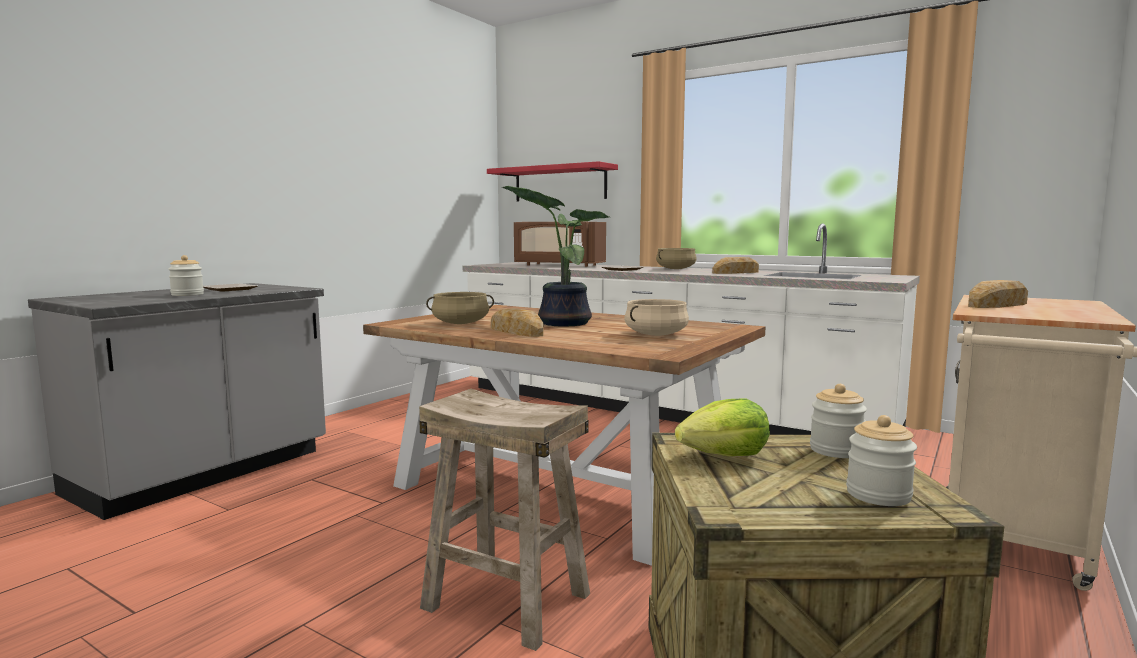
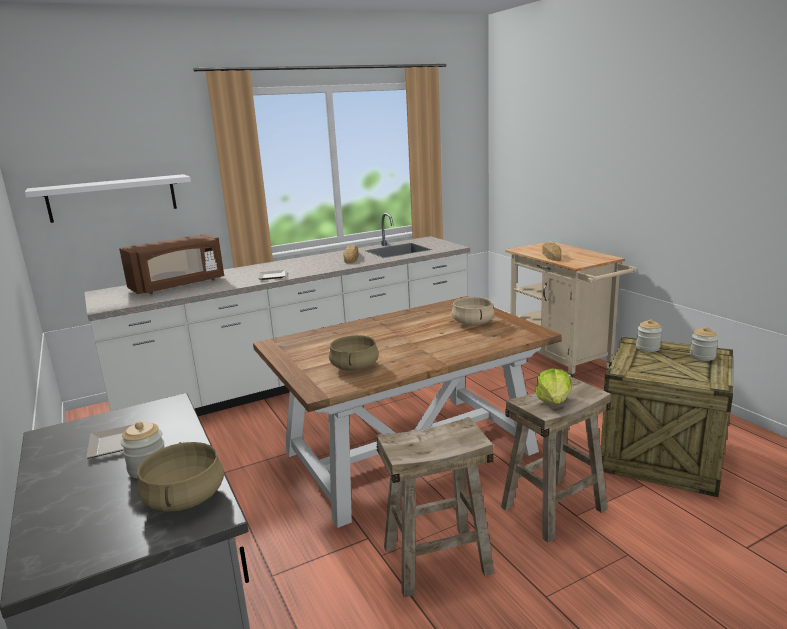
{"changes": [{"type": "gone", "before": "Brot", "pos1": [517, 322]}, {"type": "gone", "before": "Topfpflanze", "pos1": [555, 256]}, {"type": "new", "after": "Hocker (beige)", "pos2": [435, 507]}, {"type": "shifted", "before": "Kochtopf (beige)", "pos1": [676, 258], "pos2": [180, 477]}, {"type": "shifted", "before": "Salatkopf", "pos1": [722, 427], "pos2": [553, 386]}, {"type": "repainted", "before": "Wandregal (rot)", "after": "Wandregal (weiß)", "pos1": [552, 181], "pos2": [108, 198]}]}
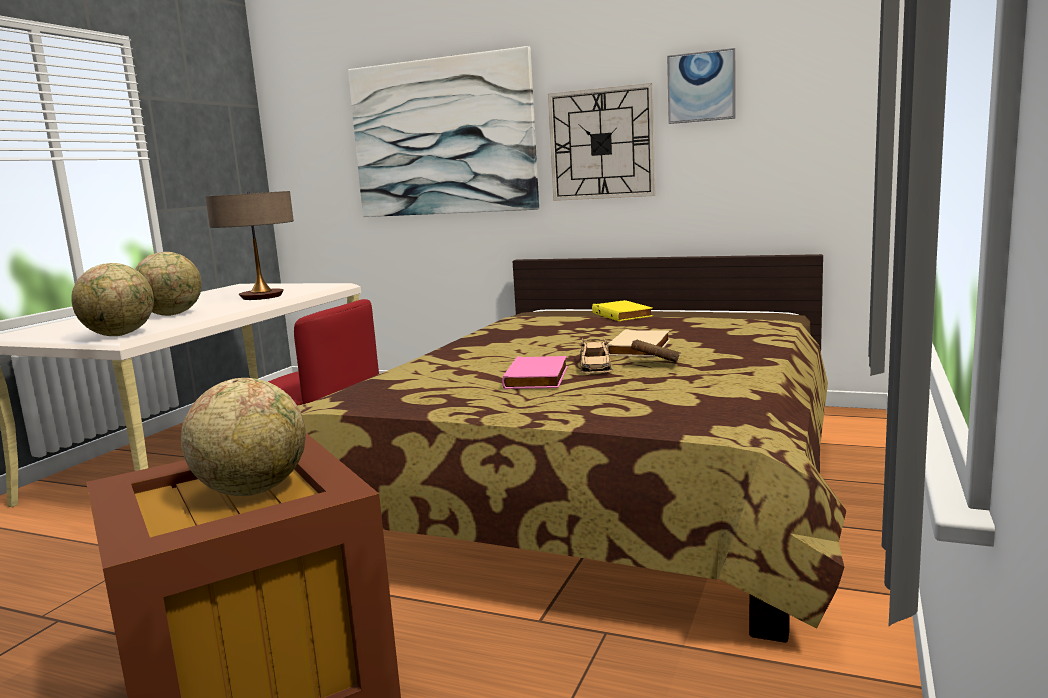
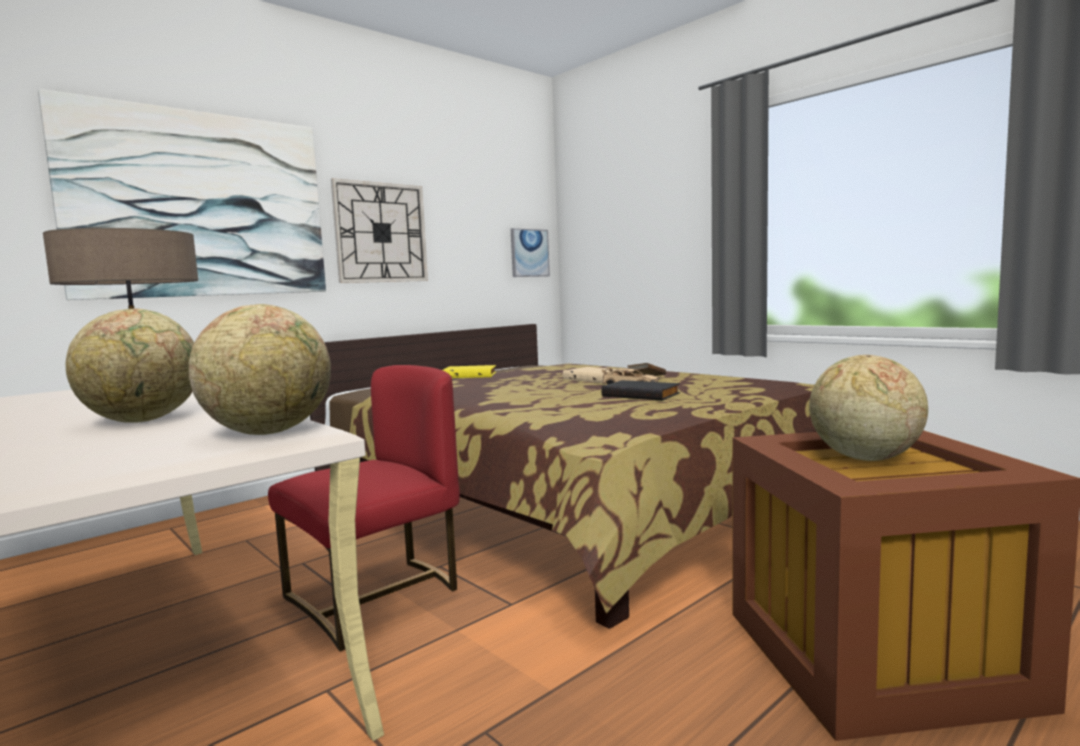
{"changes": [{"type": "shifted", "before": "Bild", "pos1": [701, 86], "pos2": [530, 252]}, {"type": "repainted", "before": "Buch (rosa)", "after": "Buch (schwarz)", "pos1": [535, 372], "pos2": [641, 390]}]}
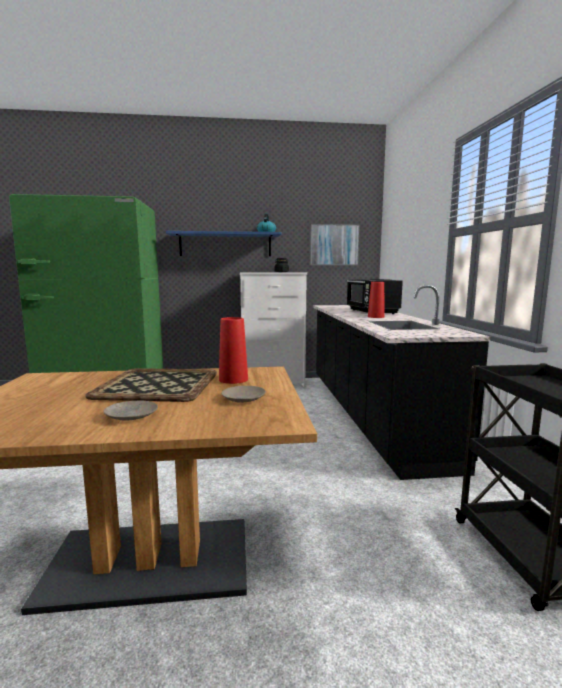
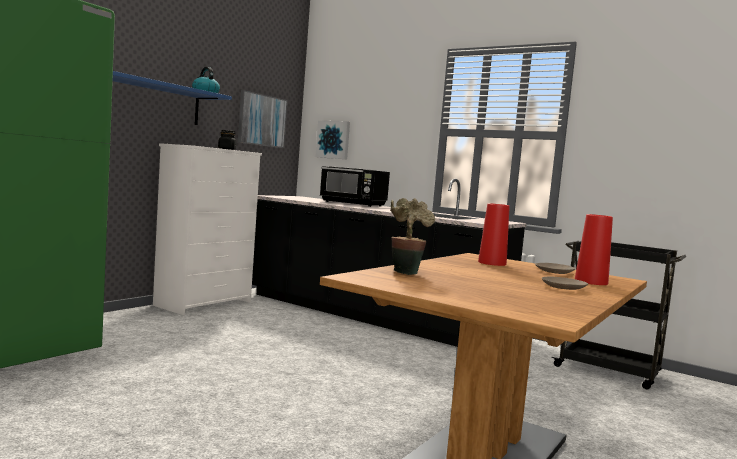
{"changes": [{"type": "gone", "before": "Tablett", "pos1": [151, 385]}, {"type": "new", "after": "Bild", "pos2": [332, 140]}, {"type": "new", "after": "Topfpflanze", "pos2": [412, 236]}, {"type": "shifted", "before": "Vase (rot)", "pos1": [376, 300], "pos2": [594, 249]}]}
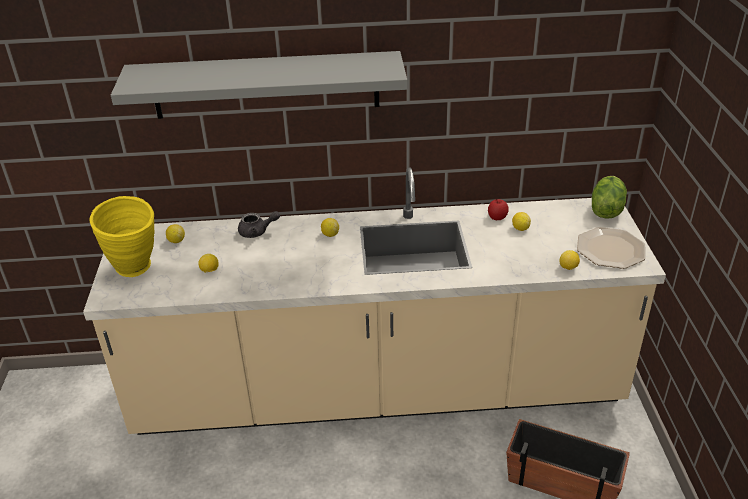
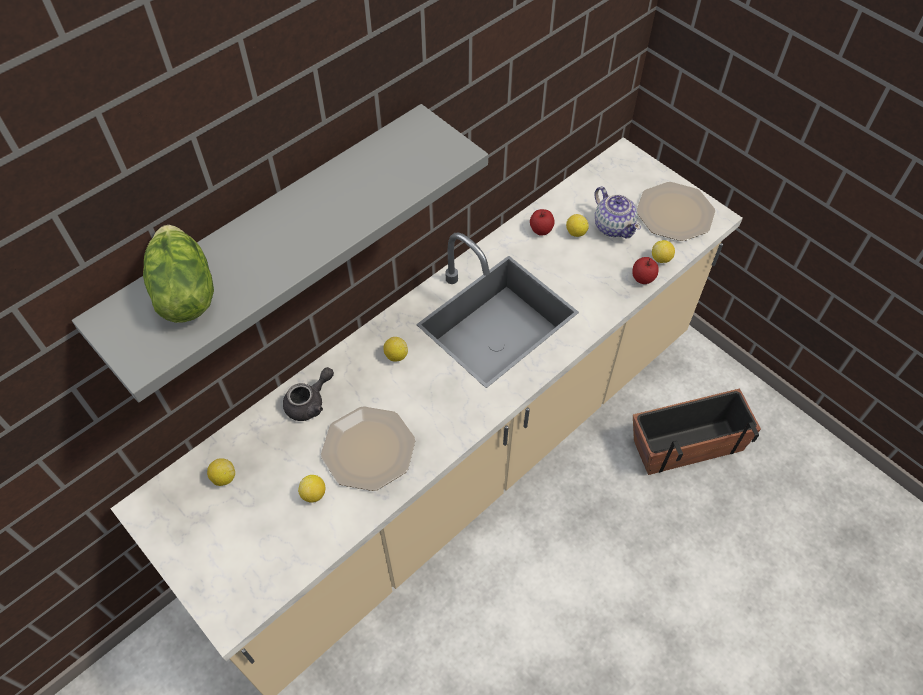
{"changes": [{"type": "gone", "before": "Vase (gelb)", "pos1": [122, 236]}, {"type": "new", "after": "Teller", "pos2": [368, 448]}, {"type": "new", "after": "Teekanne", "pos2": [617, 212]}, {"type": "new", "after": "Apfel", "pos2": [645, 270]}, {"type": "shifted", "before": "Salatkopf", "pos1": [609, 197], "pos2": [178, 274]}]}
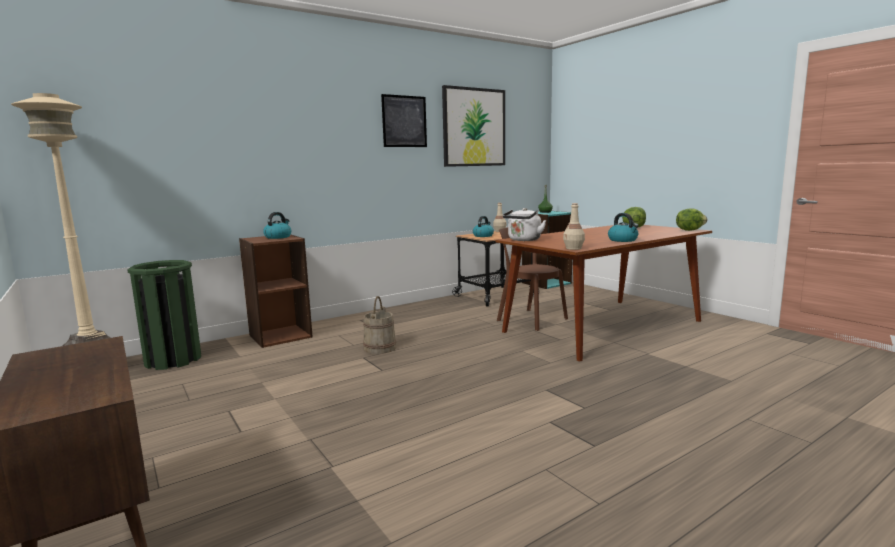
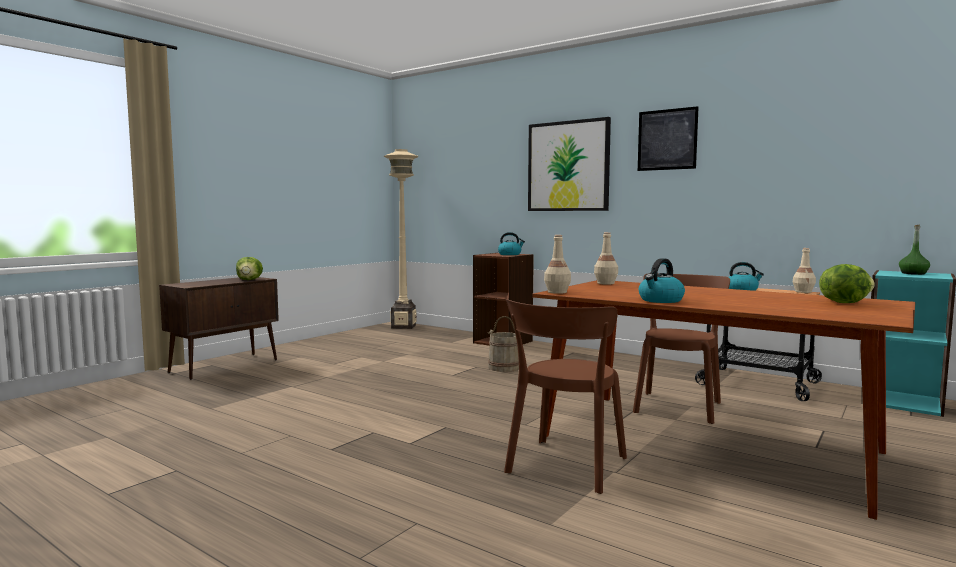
{"changes": [{"type": "gone", "before": "Mülleimer (grün)", "pos1": [164, 315]}, {"type": "new", "after": "Stuhl (braun)", "pos2": [565, 396]}, {"type": "shifted", "before": "Bild", "pos1": [473, 126], "pos2": [569, 164]}, {"type": "shifted", "before": "Salatkopf", "pos1": [691, 219], "pos2": [249, 268]}, {"type": "swapped", "before": "Wasserkessel (weiß)", "after": "Flasche (beige)", "pos1": [524, 224], "pos2": [606, 258]}]}
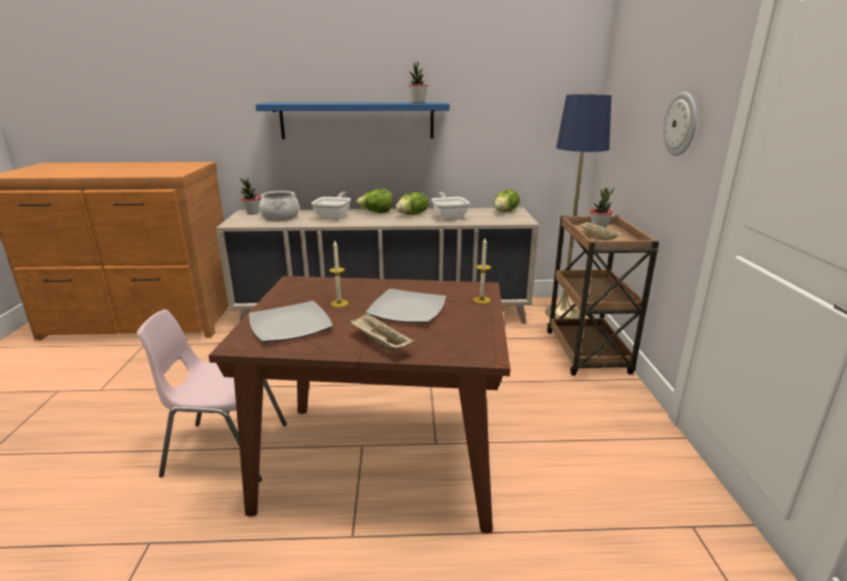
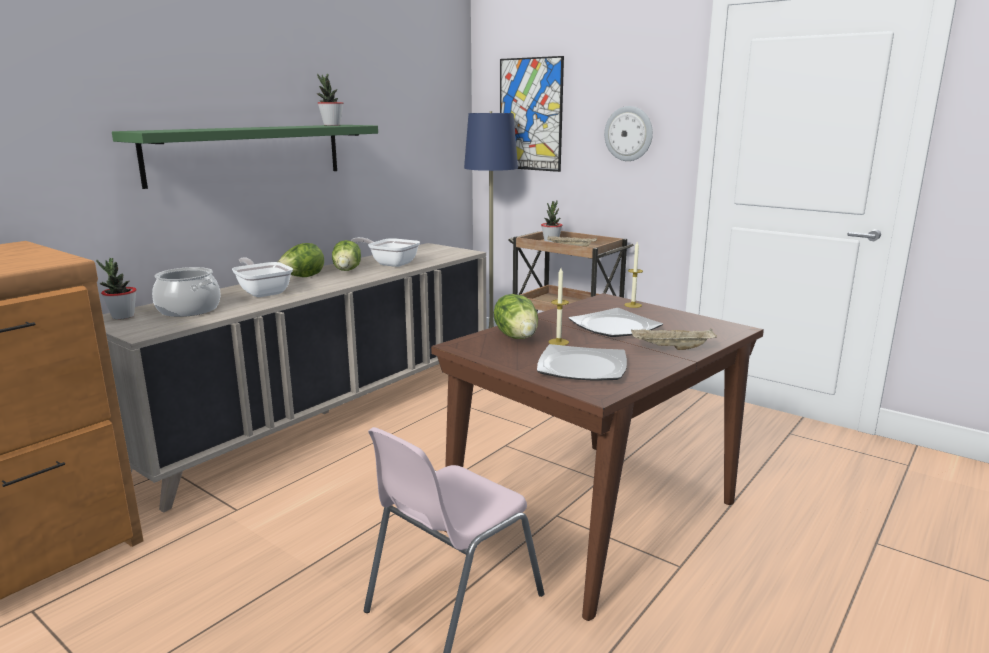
{"changes": [{"type": "new", "after": "Bild", "pos2": [532, 114]}, {"type": "shifted", "before": "Salatkopf", "pos1": [507, 201], "pos2": [516, 316]}, {"type": "repainted", "before": "Wandregal (blau)", "after": "Wandregal (grün)", "pos1": [353, 120], "pos2": [245, 157]}]}
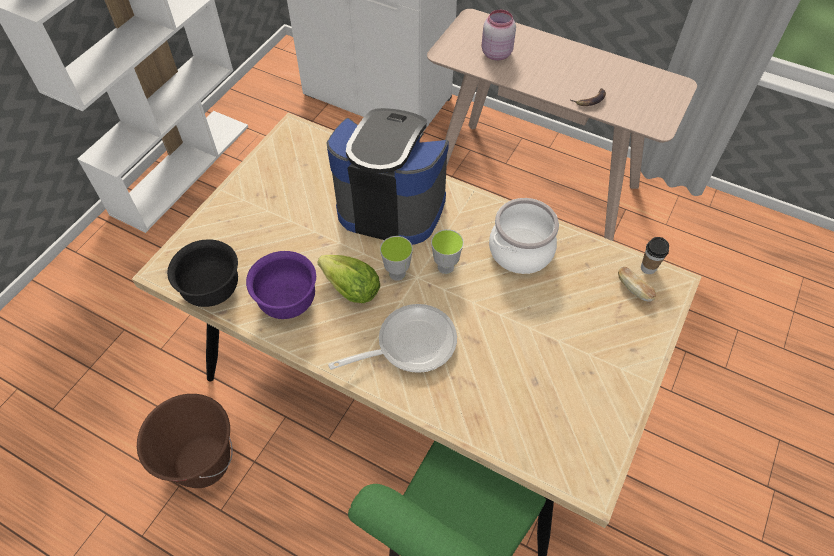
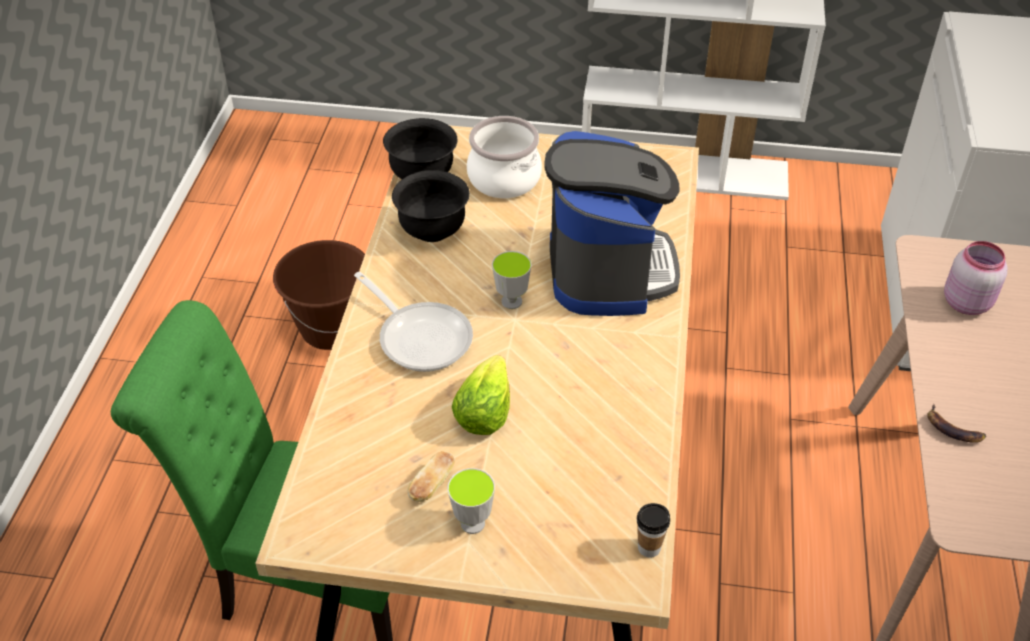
{"changes": [{"type": "shifted", "before": "Salatkopf", "pos1": [348, 279], "pos2": [481, 395]}, {"type": "shifted", "before": "Tasse", "pos1": [447, 251], "pos2": [471, 501]}, {"type": "shifted", "before": "Kochtopf", "pos1": [524, 236], "pos2": [504, 157]}, {"type": "shifted", "before": "Brot", "pos1": [637, 284], "pos2": [431, 476]}, {"type": "repainted", "before": "Schüssel (lila)", "after": "Schüssel (schwarz)", "pos1": [281, 285], "pos2": [431, 206]}]}
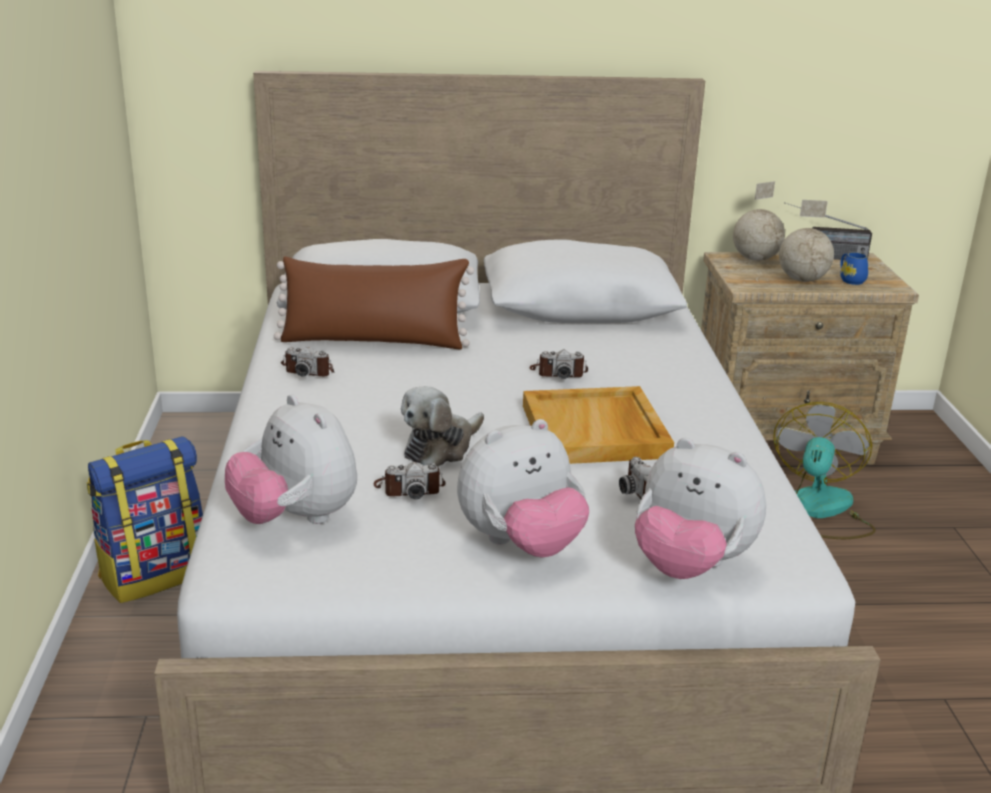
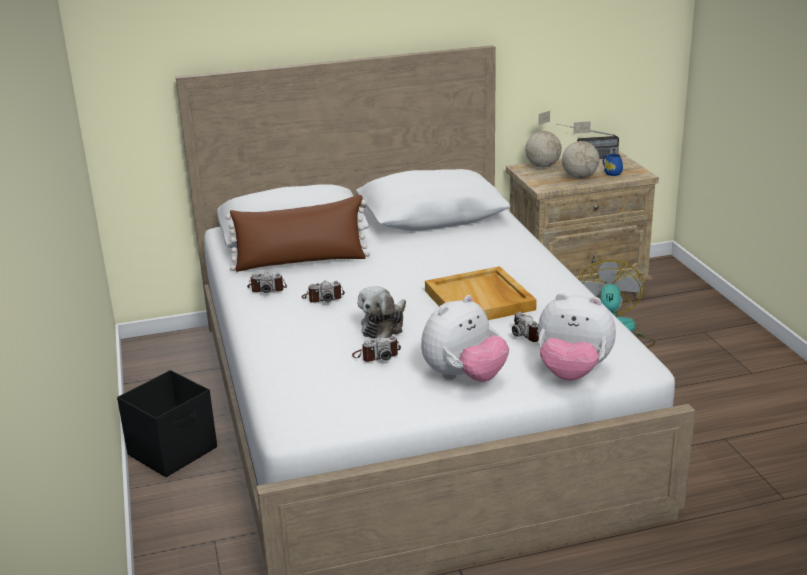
{"changes": [{"type": "gone", "before": "Plüschtier", "pos1": [291, 459]}, {"type": "shifted", "before": "Kamera", "pos1": [559, 364], "pos2": [323, 292]}, {"type": "swapped", "before": "Rucksack", "after": "Aufbewahrungsbox (schwarz)", "pos1": [145, 519], "pos2": [167, 423]}]}
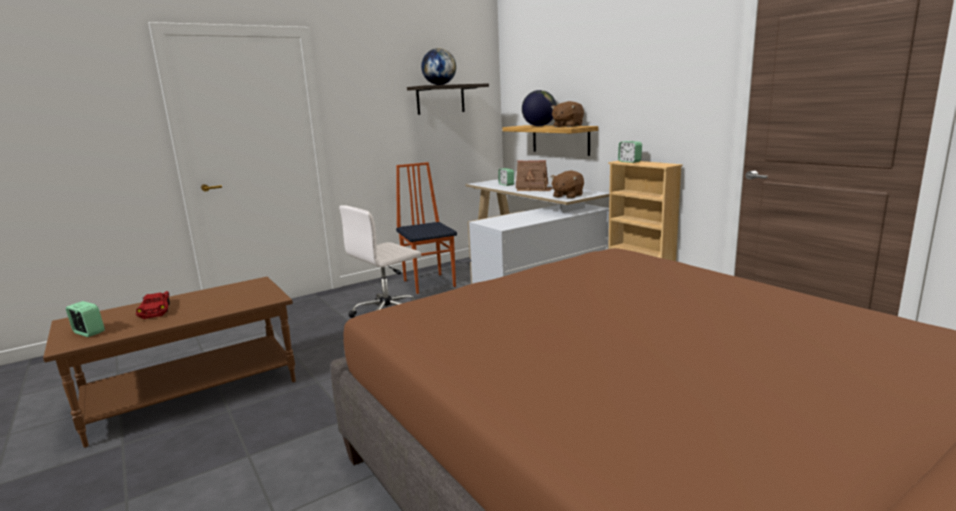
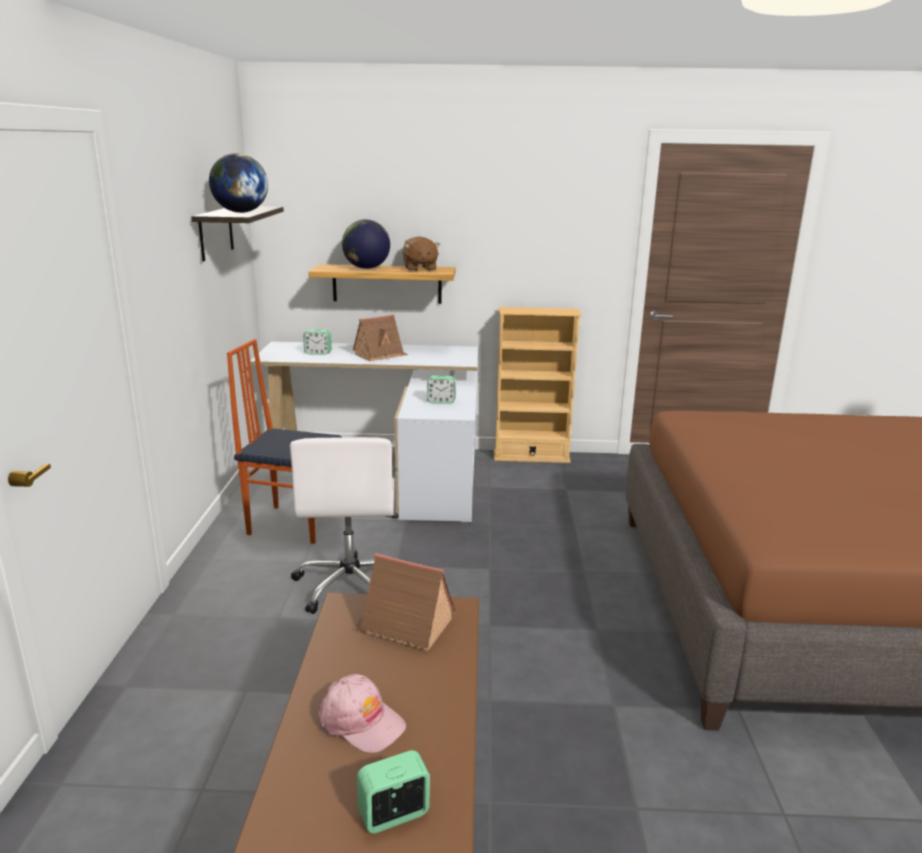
{"changes": [{"type": "gone", "before": "Plüschtier (braun)", "pos1": [567, 185]}, {"type": "new", "after": "Spielzeughaus", "pos2": [403, 602]}, {"type": "shifted", "before": "Wecker", "pos1": [630, 152], "pos2": [441, 389]}, {"type": "swapped", "before": "Spielzeugauto (rot)", "after": "Kappe (rosa)", "pos1": [153, 305], "pos2": [362, 713]}]}
